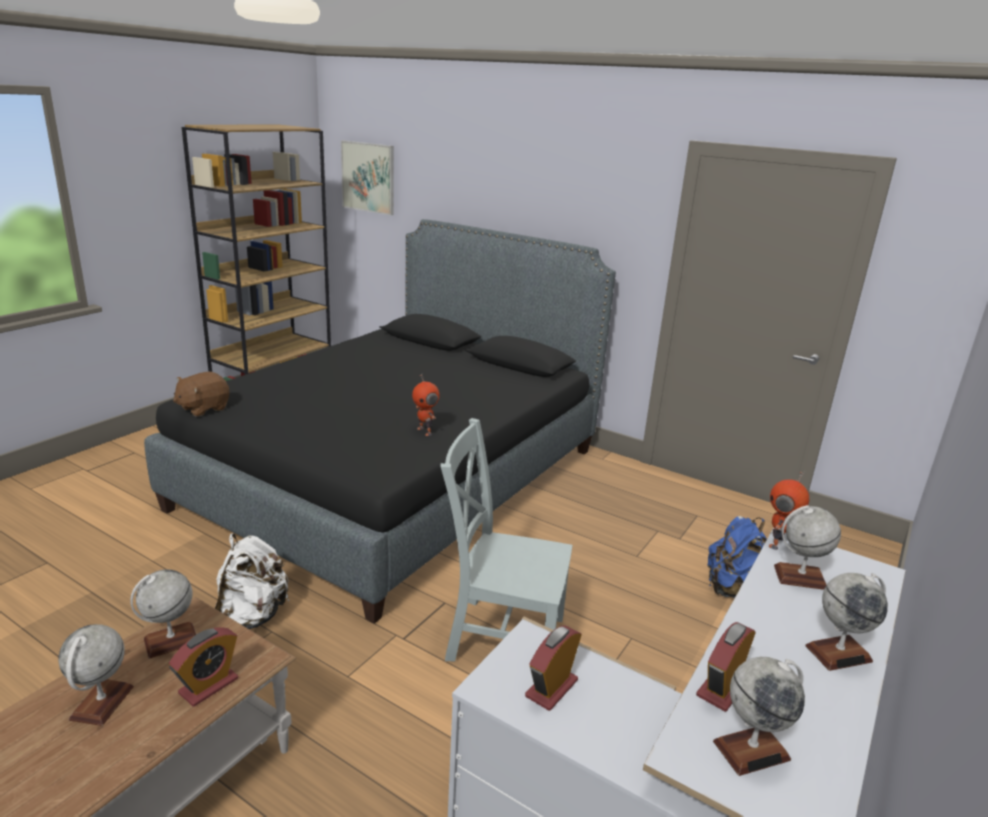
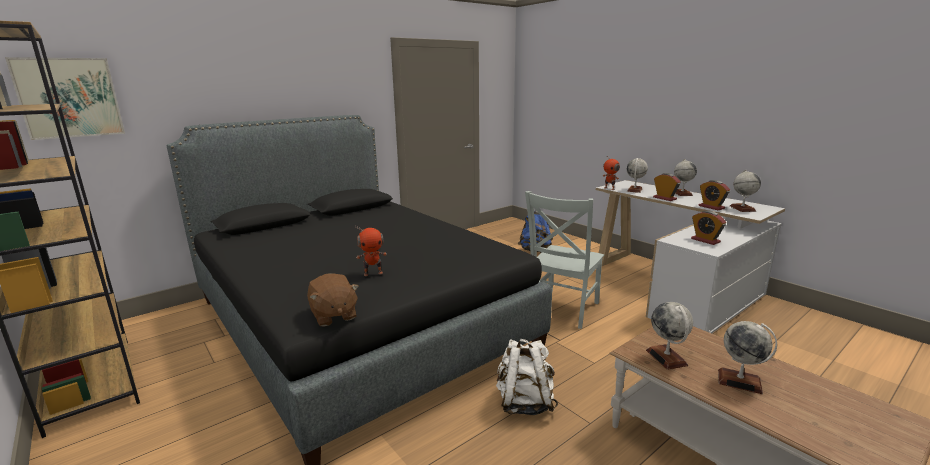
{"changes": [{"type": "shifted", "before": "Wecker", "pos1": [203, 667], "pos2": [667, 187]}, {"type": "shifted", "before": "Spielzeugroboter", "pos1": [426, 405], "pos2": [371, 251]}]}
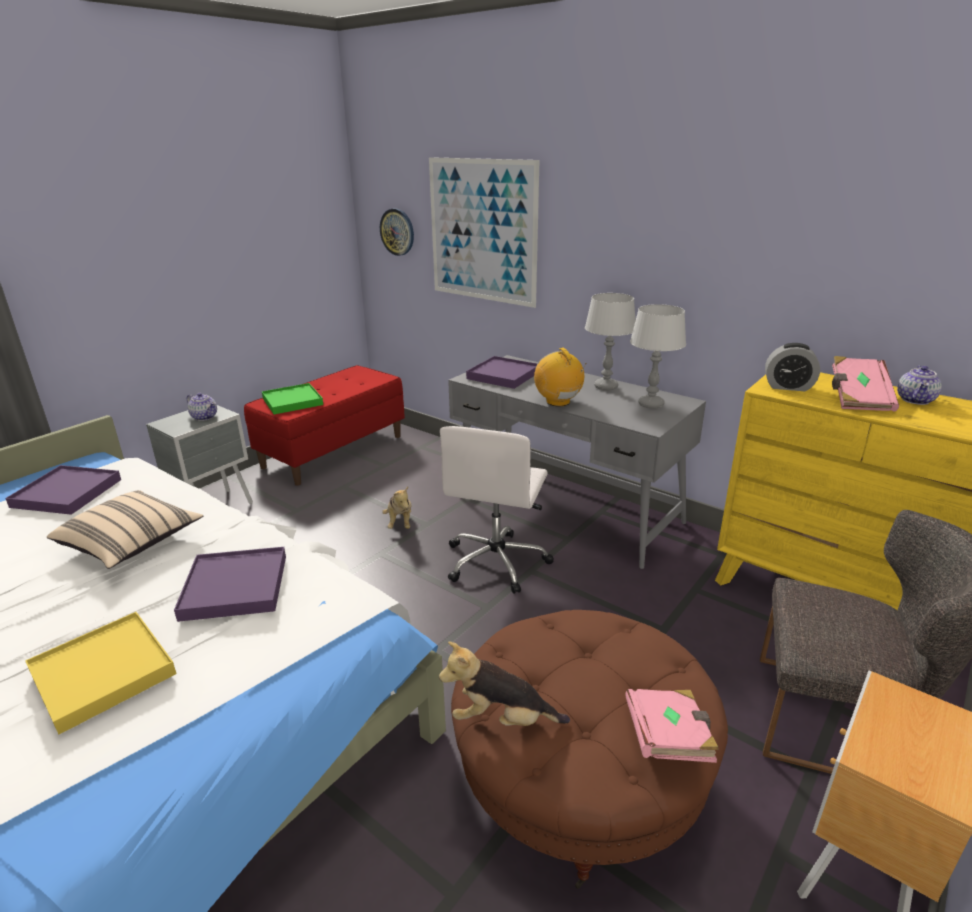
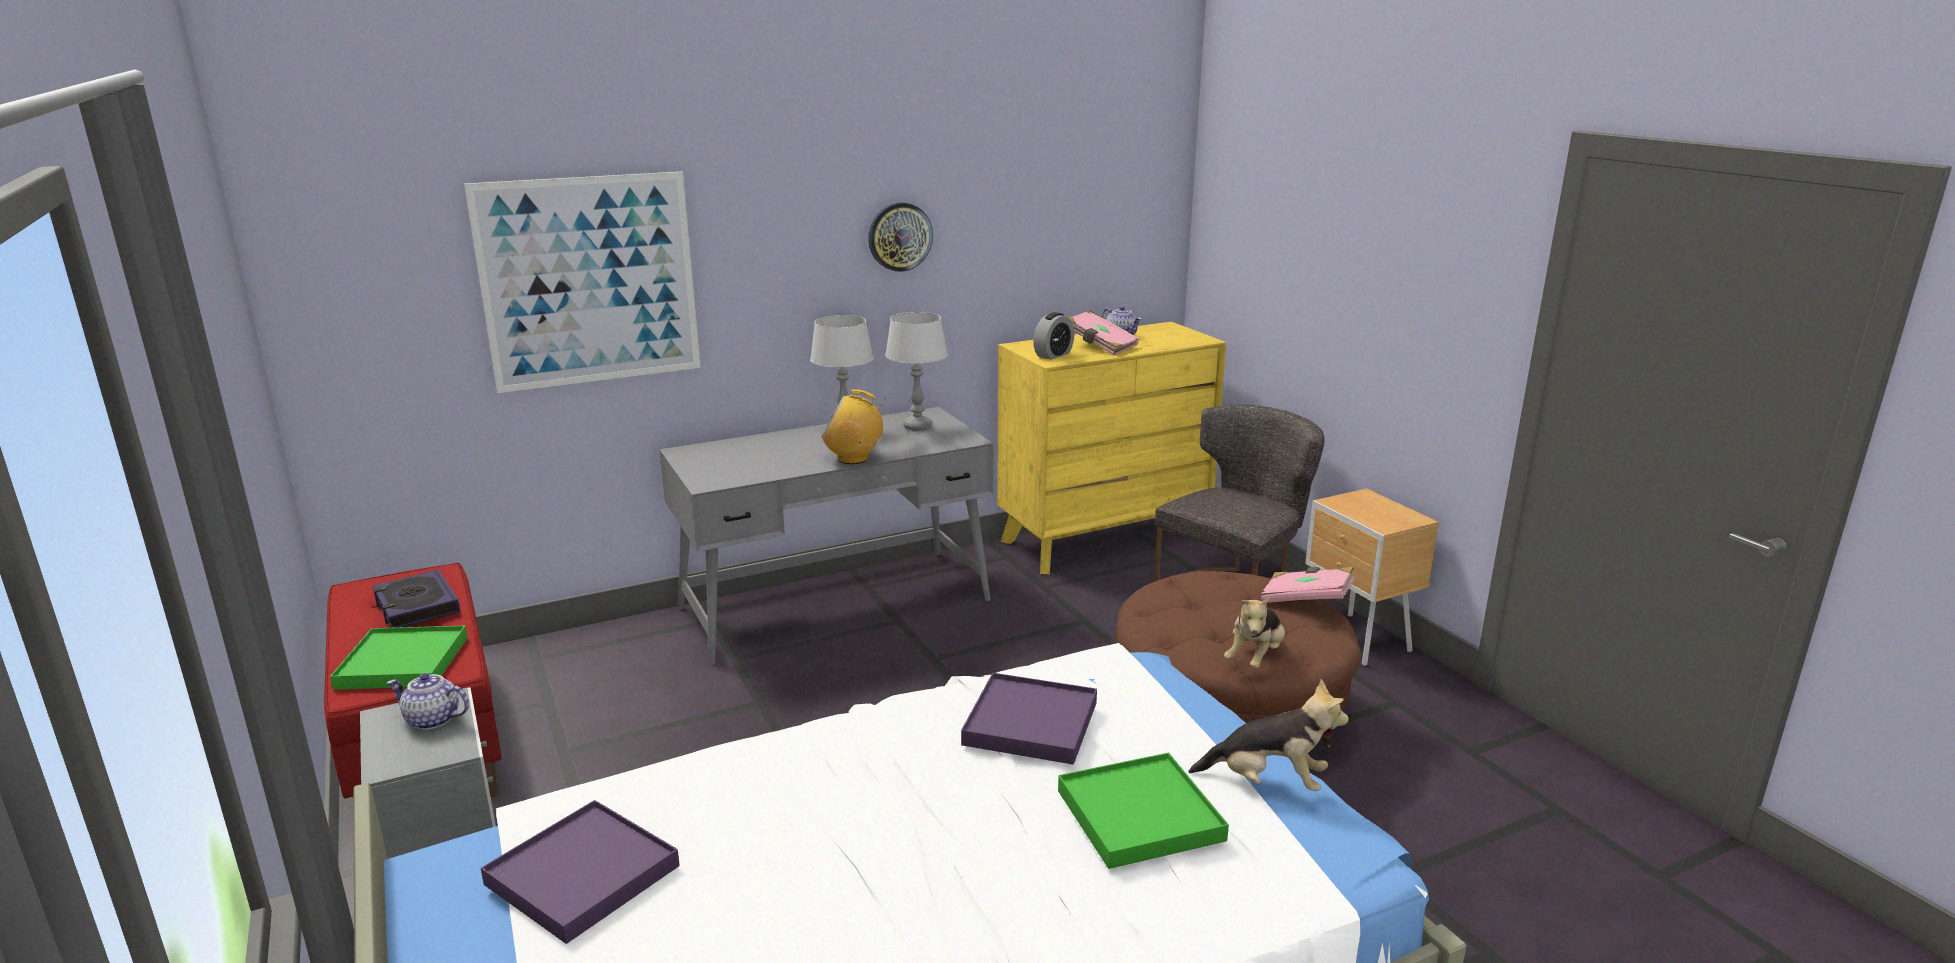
{"changes": [{"type": "gone", "before": "Kissen (beige)", "pos1": [125, 529]}, {"type": "gone", "before": "Bürostuhl (weiß)", "pos1": [497, 510]}, {"type": "gone", "before": "Tablett (lila)", "pos1": [501, 372]}, {"type": "new", "after": "Buch", "pos2": [416, 599]}, {"type": "shifted", "before": "Wanduhr", "pos1": [397, 232], "pos2": [900, 237]}, {"type": "shifted", "before": "Plüschtier", "pos1": [396, 507], "pos2": [1268, 735]}, {"type": "repainted", "before": "Tablett (gelb)", "after": "Tablett (grün)", "pos1": [101, 673], "pos2": [1143, 811]}, {"type": "rotated", "before": "Teekanne", "pos1": [202, 407], "pos2": [428, 701], "turn": -135}]}
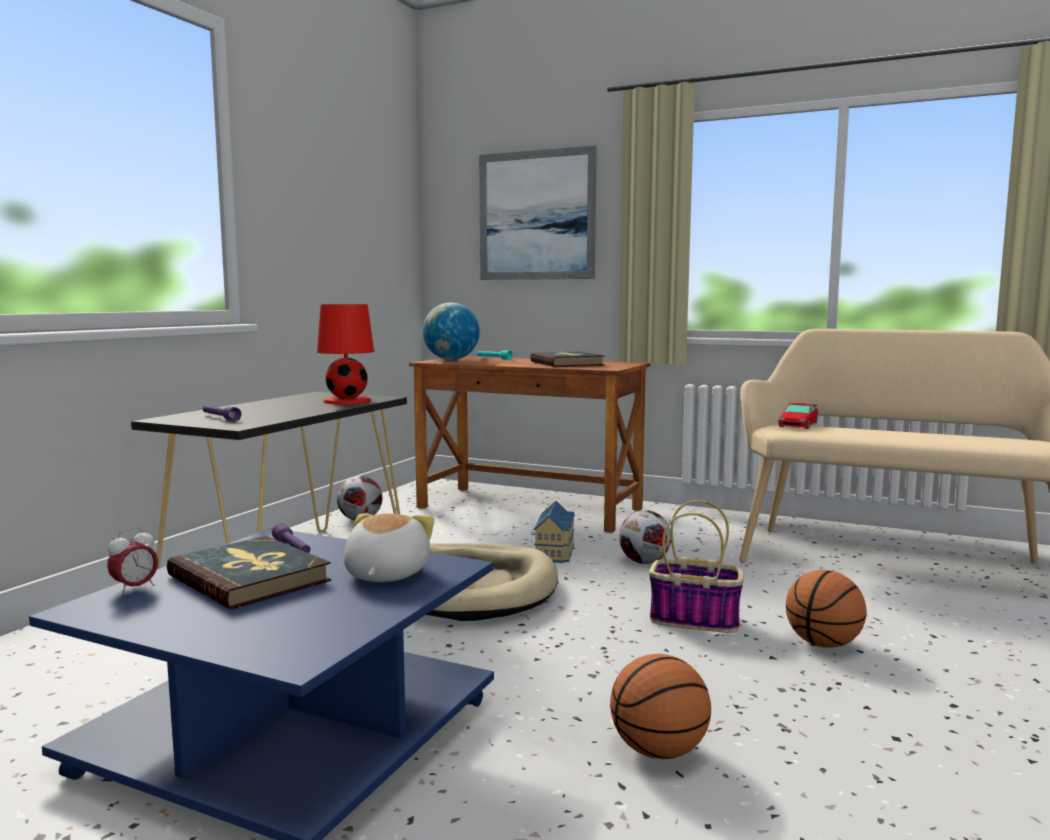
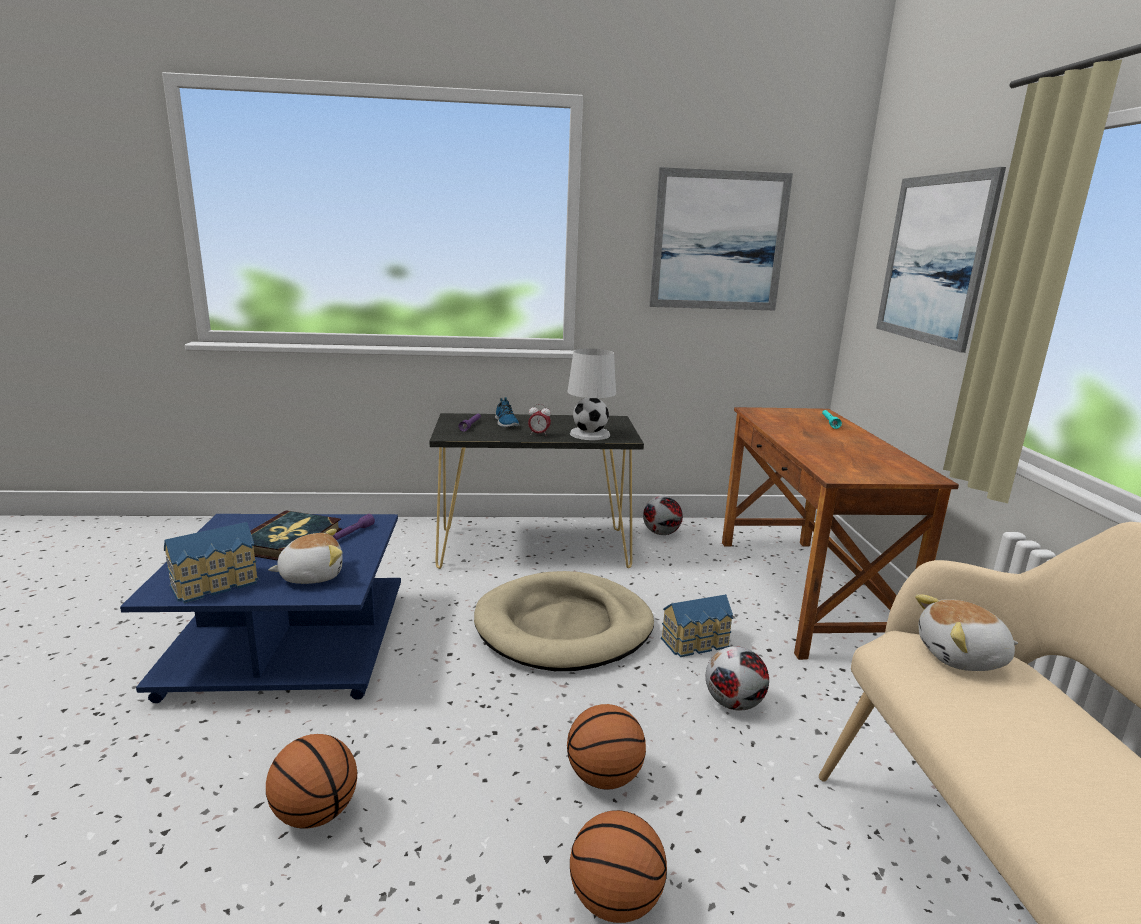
{"changes": [{"type": "gone", "before": "Globus", "pos1": [451, 331]}, {"type": "gone", "before": "Buch", "pos1": [567, 359]}, {"type": "new", "after": "Spielzeughaus", "pos2": [211, 562]}, {"type": "new", "after": "Schuh", "pos2": [507, 412]}, {"type": "new", "after": "Bild", "pos2": [721, 239]}, {"type": "shifted", "before": "Wecker", "pos1": [132, 561], "pos2": [539, 419]}, {"type": "swapped", "before": "Korb", "after": "Basketball", "pos1": [696, 566], "pos2": [606, 747]}, {"type": "swapped", "before": "Spielzeugauto", "after": "Plüschtier", "pos1": [798, 416], "pos2": [966, 632]}, {"type": "repainted", "before": "Tischlampe (rot)", "after": "Tischlampe (weiß)", "pos1": [345, 354], "pos2": [592, 394]}]}
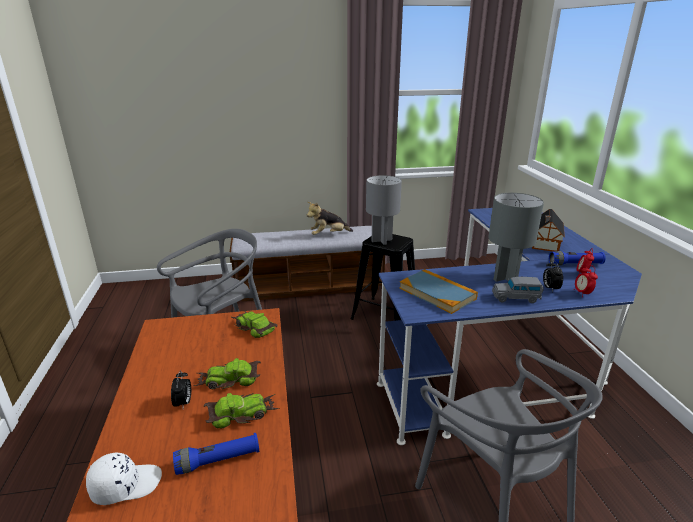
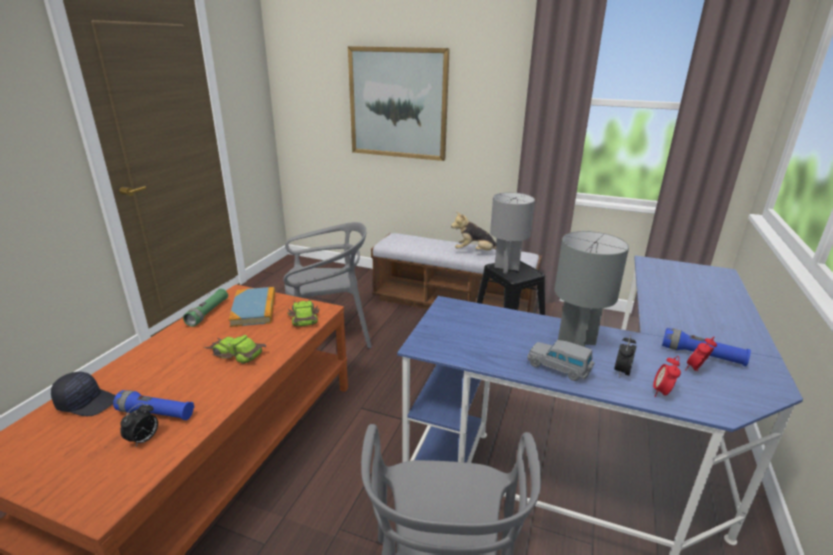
{"changes": [{"type": "gone", "before": "Spielzeugauto", "pos1": [242, 410]}, {"type": "gone", "before": "Spielzeughaus", "pos1": [548, 230]}, {"type": "new", "after": "Taschenlampe (grün)", "pos2": [205, 308]}, {"type": "new", "after": "Bild", "pos2": [399, 103]}, {"type": "shifted", "before": "Wecker", "pos1": [181, 389], "pos2": [139, 425]}, {"type": "shifted", "before": "Buch", "pos1": [438, 291], "pos2": [252, 307]}, {"type": "repainted", "before": "Kappe (weiß)", "after": "Kappe (schwarz)", "pos1": [124, 479], "pos2": [83, 394]}]}
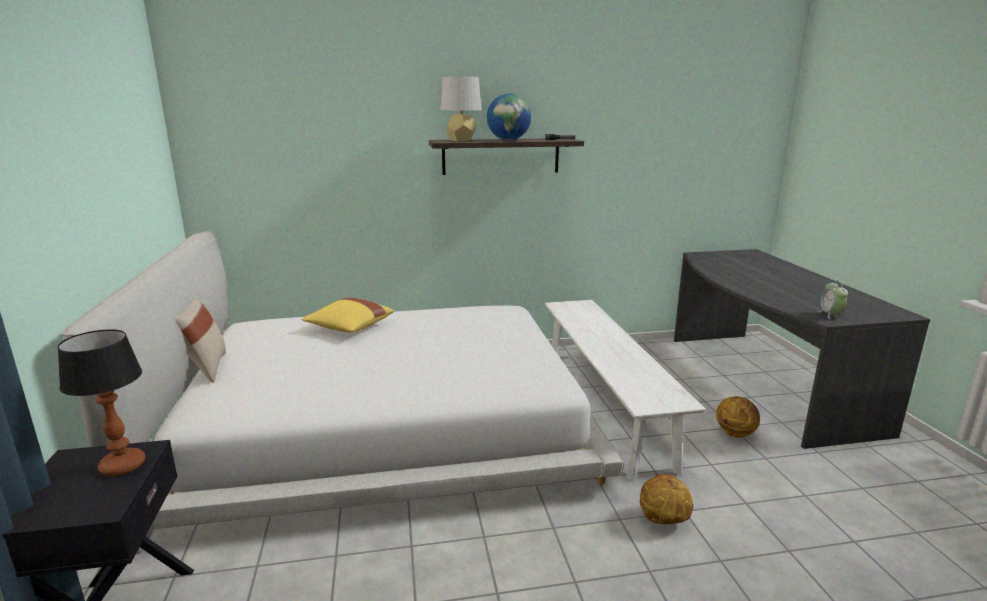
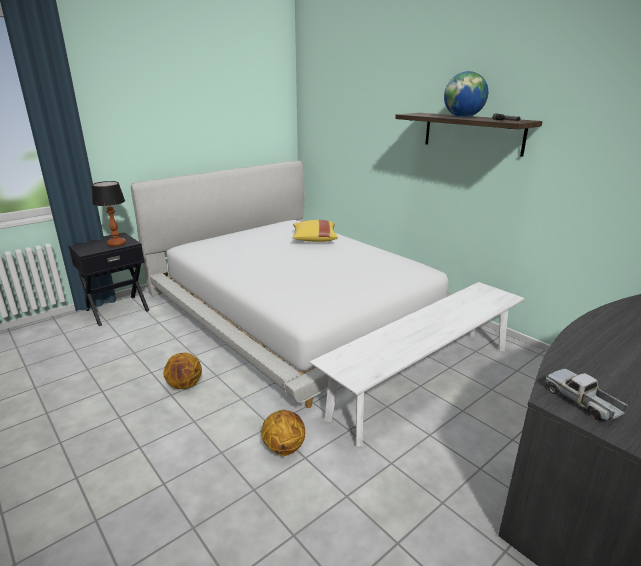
{"changes": [{"type": "gone", "before": "Kissen (beige)", "pos1": [200, 340]}, {"type": "gone", "before": "Tischlampe (grau)", "pos1": [461, 108]}, {"type": "shifted", "before": "Basketball", "pos1": [738, 417], "pos2": [182, 370]}, {"type": "swapped", "before": "Wecker", "after": "Spielzeuglaster", "pos1": [833, 299], "pos2": [586, 395]}]}
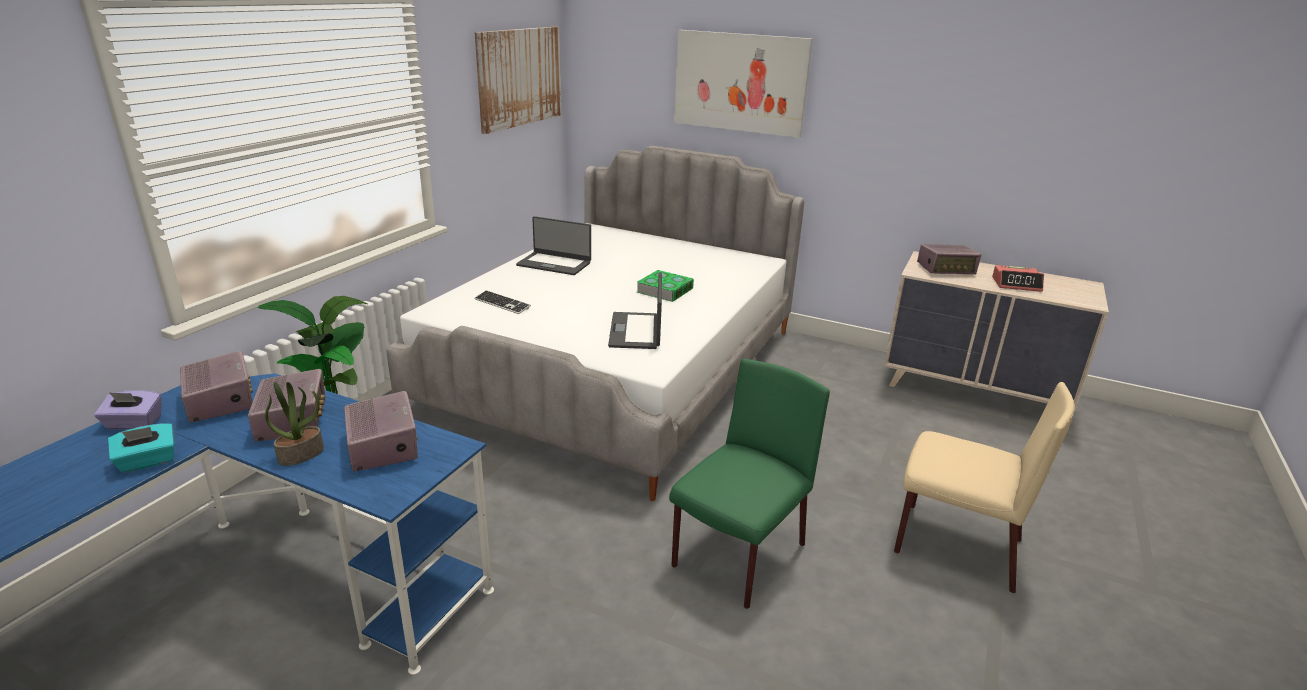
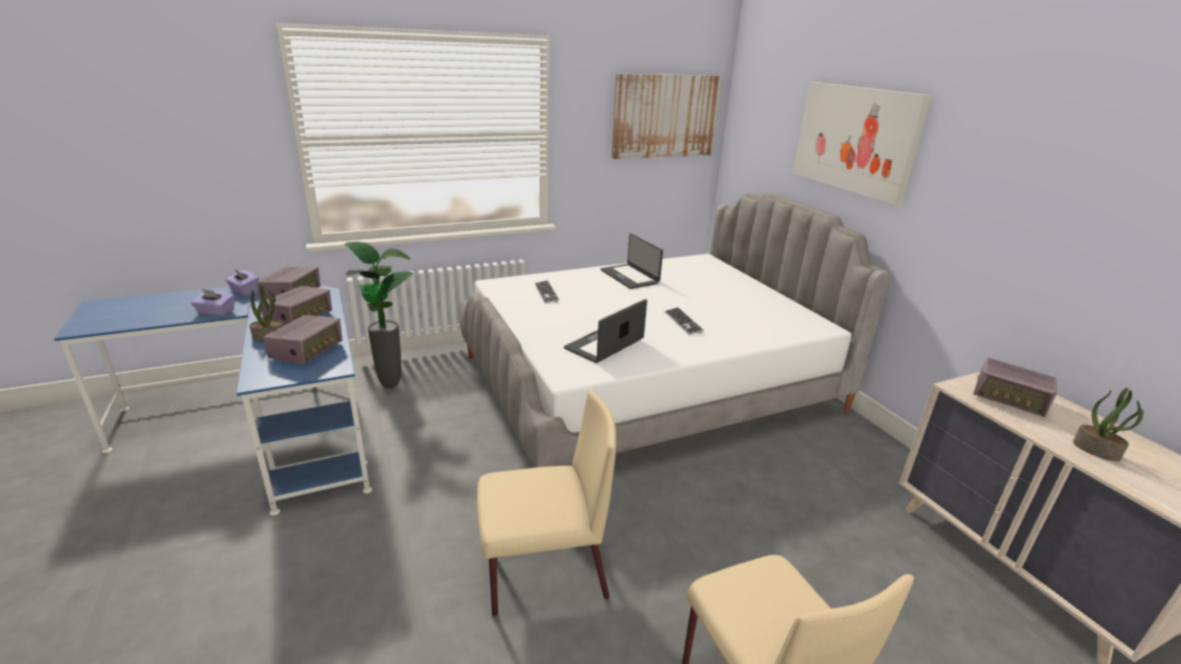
{"changes": [{"type": "swapped", "before": "Buch", "after": "Tastatur", "pos1": [665, 286], "pos2": [684, 321]}, {"type": "swapped", "before": "Wecker", "after": "Topfpflanze", "pos1": [1018, 278], "pos2": [1108, 424]}, {"type": "repainted", "before": "Taschentuchbox (türkis)", "after": "Taschentuchbox (lila)", "pos1": [141, 448], "pos2": [213, 302]}, {"type": "repainted", "before": "Stuhl (grün)", "after": "Stuhl (beige)", "pos1": [749, 484], "pos2": [546, 503]}]}
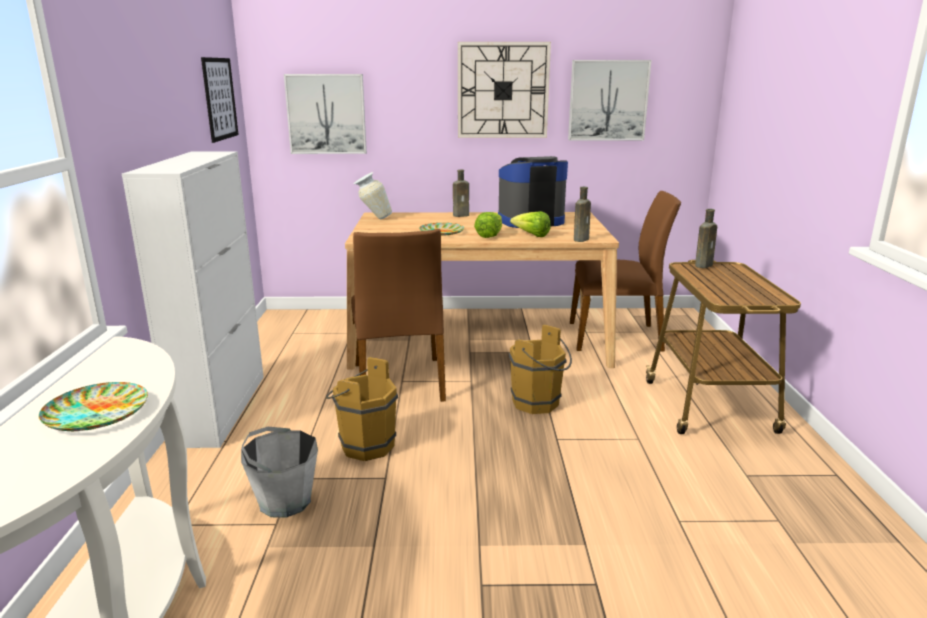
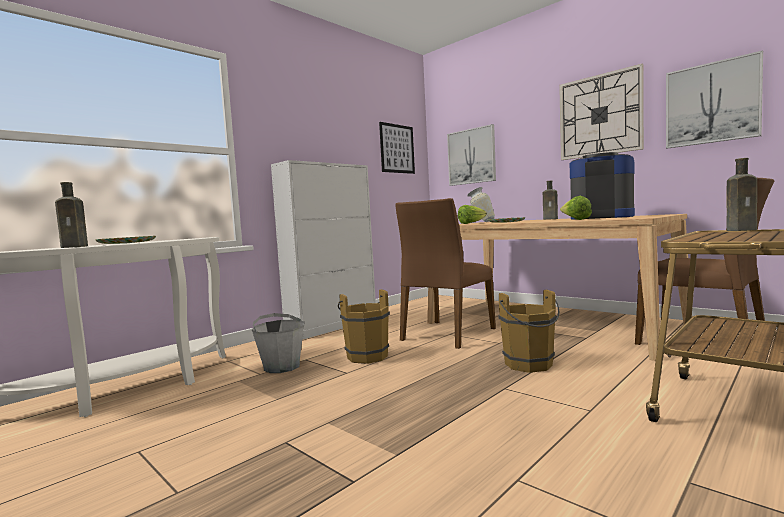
{"changes": [{"type": "shifted", "before": "Salatkopf", "pos1": [488, 225], "pos2": [472, 214]}, {"type": "shifted", "before": "Flasche (braun)", "pos1": [582, 214], "pos2": [71, 215]}]}
